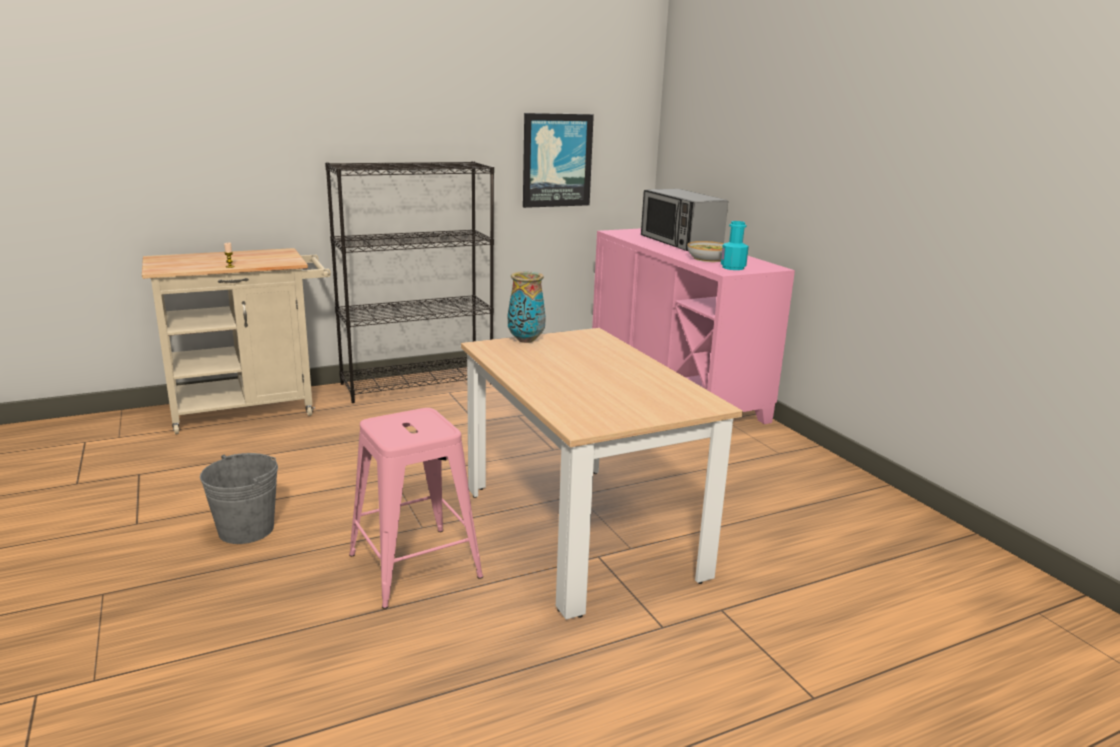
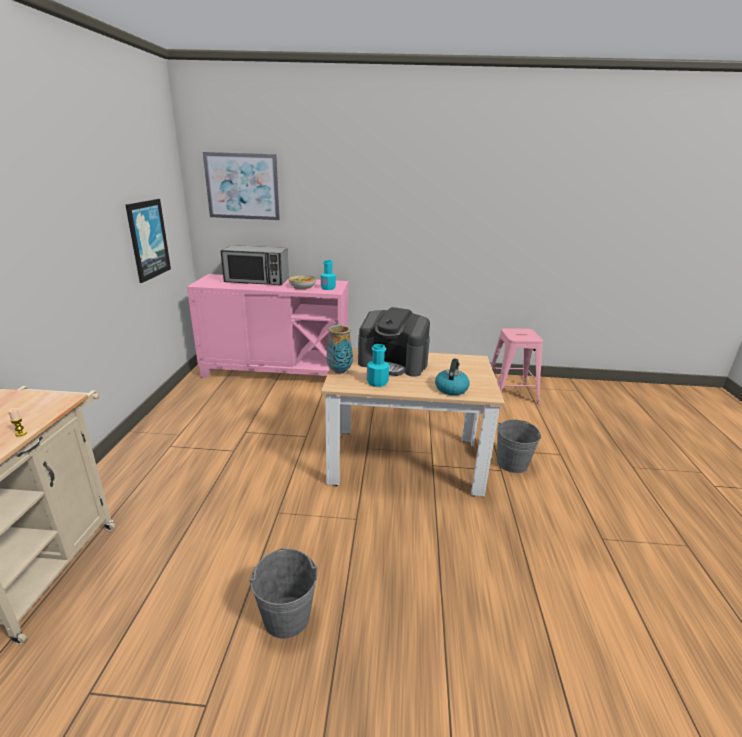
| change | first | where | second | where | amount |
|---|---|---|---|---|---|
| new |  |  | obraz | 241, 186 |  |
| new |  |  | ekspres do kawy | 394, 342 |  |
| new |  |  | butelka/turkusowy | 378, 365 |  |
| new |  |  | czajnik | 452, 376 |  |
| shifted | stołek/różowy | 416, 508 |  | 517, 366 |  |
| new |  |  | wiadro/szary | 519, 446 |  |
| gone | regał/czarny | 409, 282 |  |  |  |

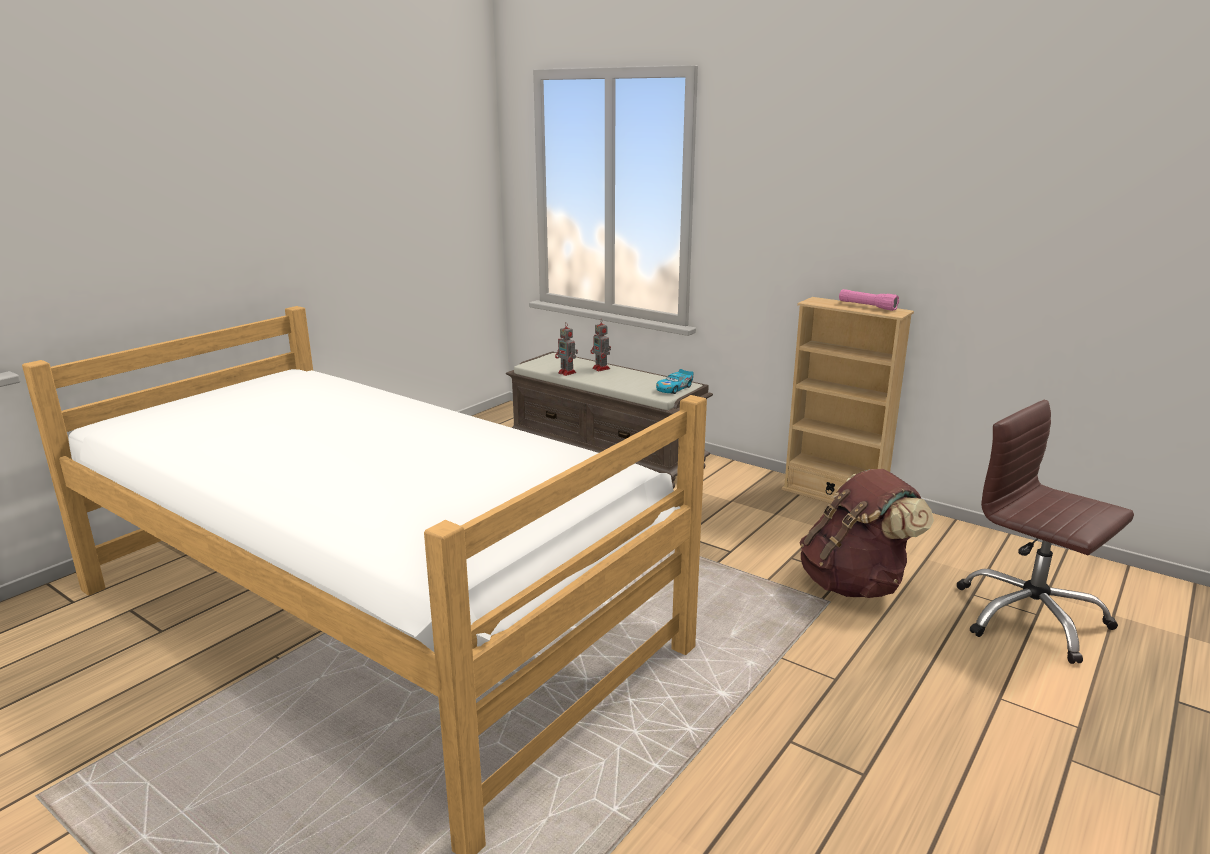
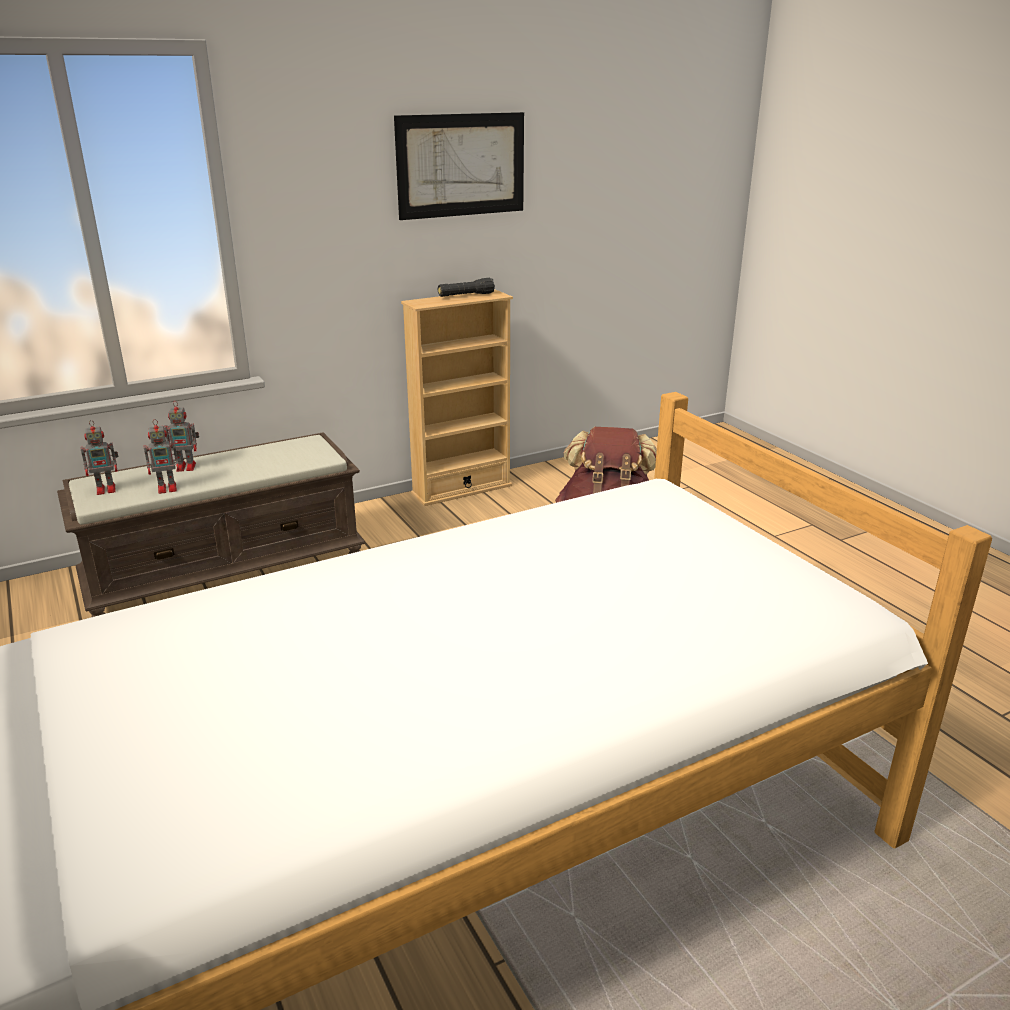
| change | first | where | second | where | amount |
|---|---|---|---|---|---|
| new |  |  | robot zabawkowy | 99, 457 |  |
| new |  |  | obraz | 459, 166 |  |
| repainted | latarka/różowy | 869, 300 | latarka/czarny | 466, 287 |  |
| gone | samochodzik | 675, 381 |  |  |  |
| gone | krzesło biurowe/brązowy | 1045, 532 |  |  |  |

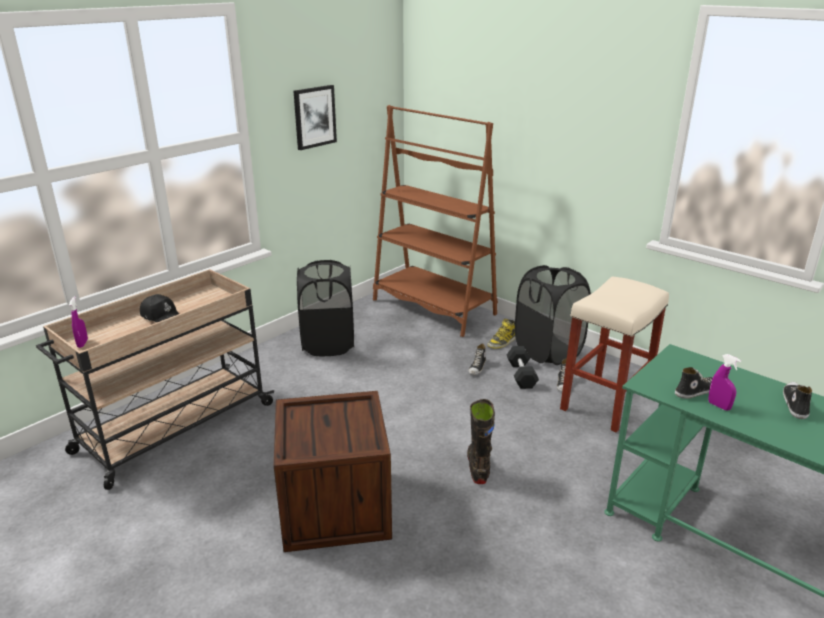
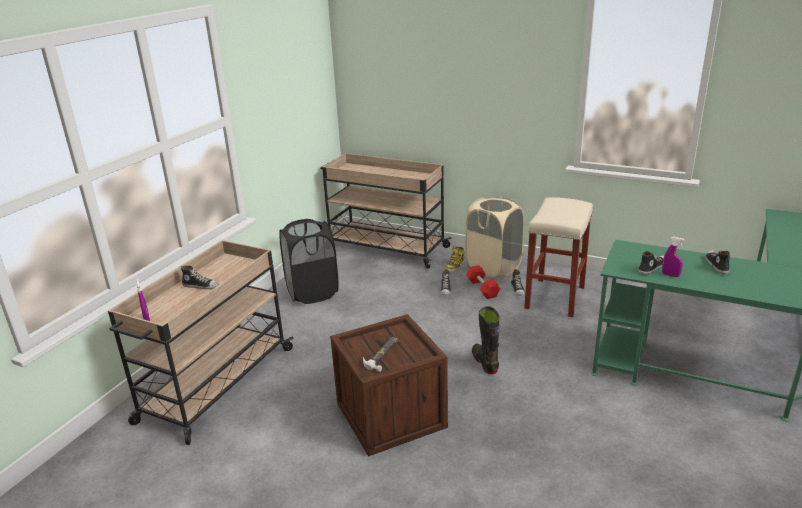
| change | first | where | second | where | amount |
|---|---|---|---|---|---|
| swapped | czapka z daszkiem/czarny | 159, 308 | but | 200, 277 |  |
| swapped | regał/brązowy | 435, 221 | wózek/beżowy | 386, 211 |  |
| new |  |  | młotek | 380, 354 |  |
| repainted | kosz na pranie/czarny | 553, 315 | kosz na pranie/beżowy | 495, 237 |  |
| repainted | hantel/czarny | 523, 367 | hantel/czerwony | 483, 282 |  |
| gone | obraz | 315, 117 |  |  |  |

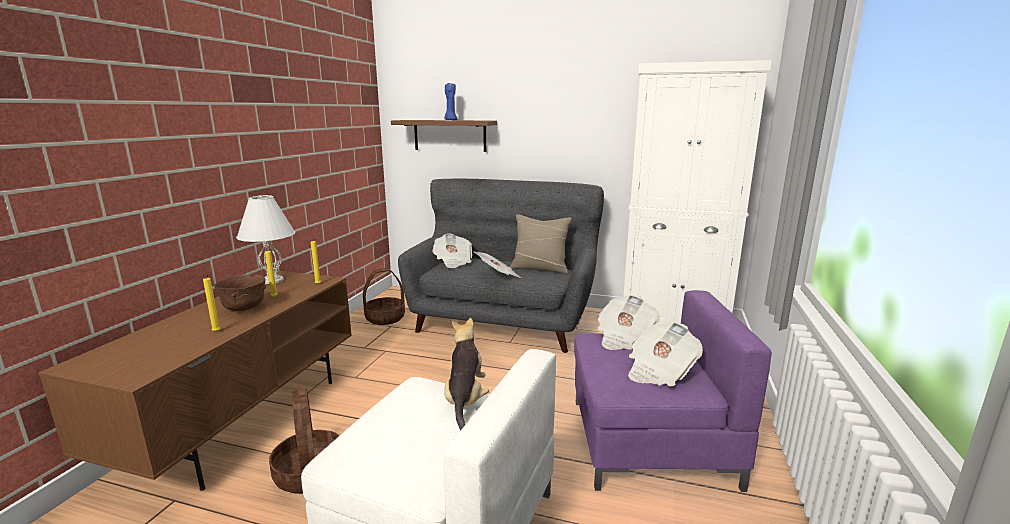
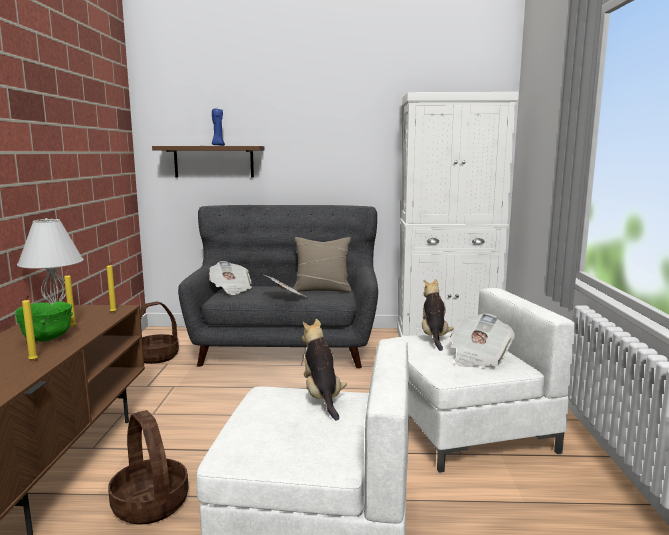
| change | first | where | second | where | amount |
|---|---|---|---|---|---|
| repainted | miska/brązowy | 240, 293 | miska/zielony | 44, 321 |  |
| repainted | fotel/fioletowy | 673, 391 | fotel/biały | 482, 380 |  |
| swapped | gazeta | 628, 322 | pluszak | 438, 315 |  |

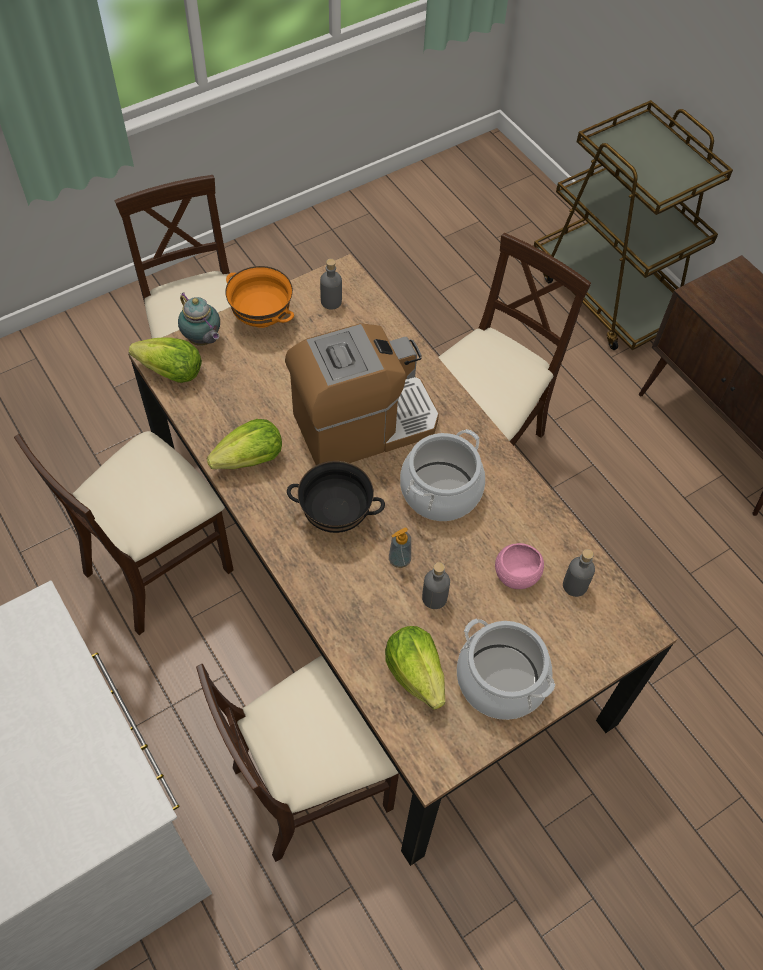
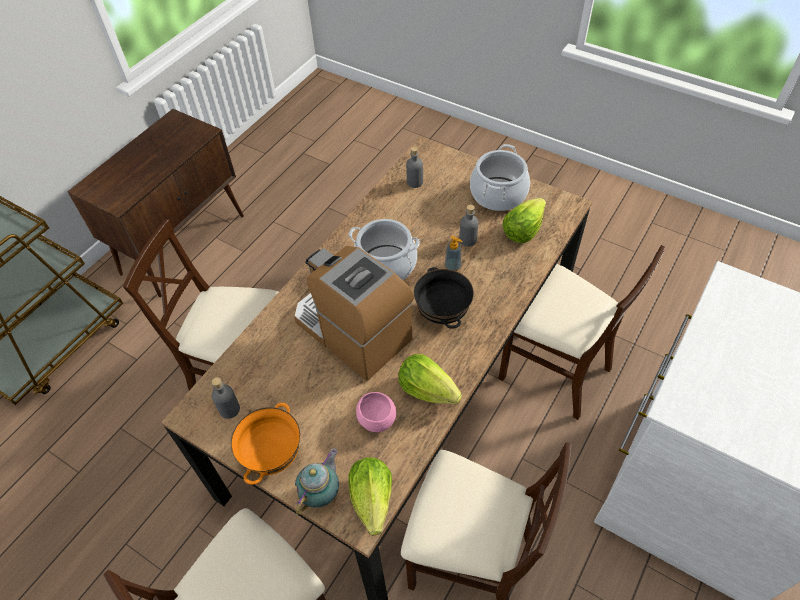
| change | first | where | second | where | amount |
|---|---|---|---|---|---|
| shifted | miska/różowy | 519, 566 |  | 376, 412 |  |

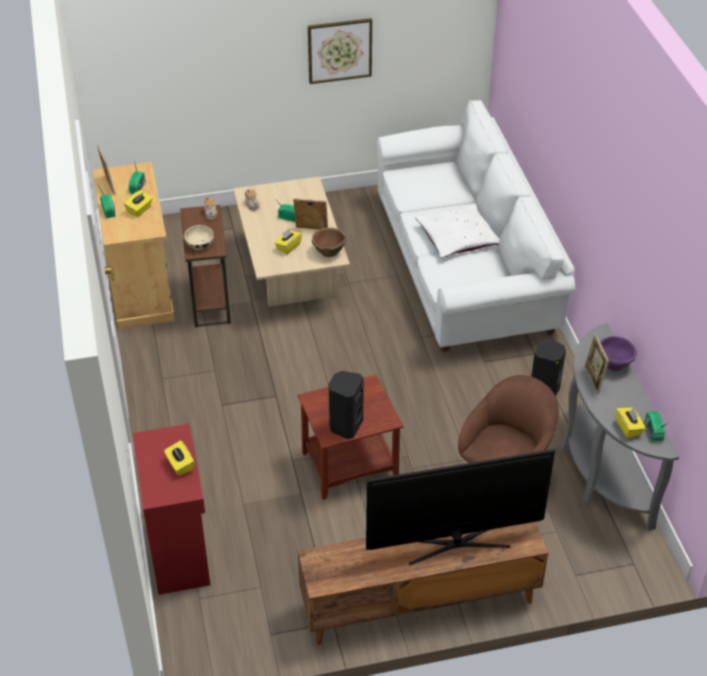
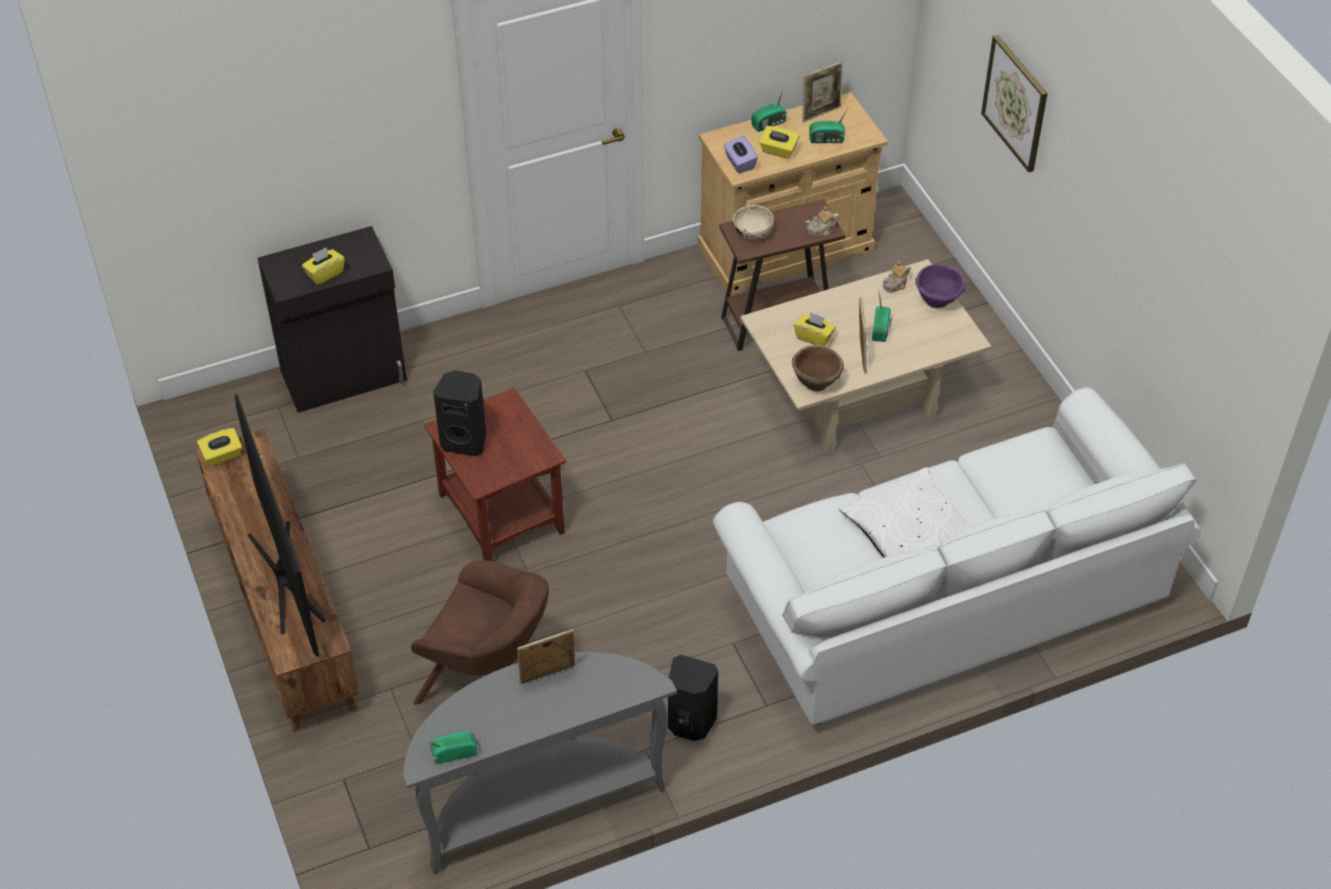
| change | first | where | second | where | amount |
|---|---|---|---|---|---|
| shifted | pudełko chusteczek/żółty | 630, 422 |  | 219, 447 |  |
| repainted | szafka/czerwony | 171, 509 | szafka/czarny | 332, 319 |  |
| new |  |  | pudełko chusteczek/fioletowy | 741, 154 |  |
| shifted | miska/fioletowy | 618, 354 |  | 940, 286 |  |
| shifted | obraz | 340, 51 |  | 1014, 103 |  |

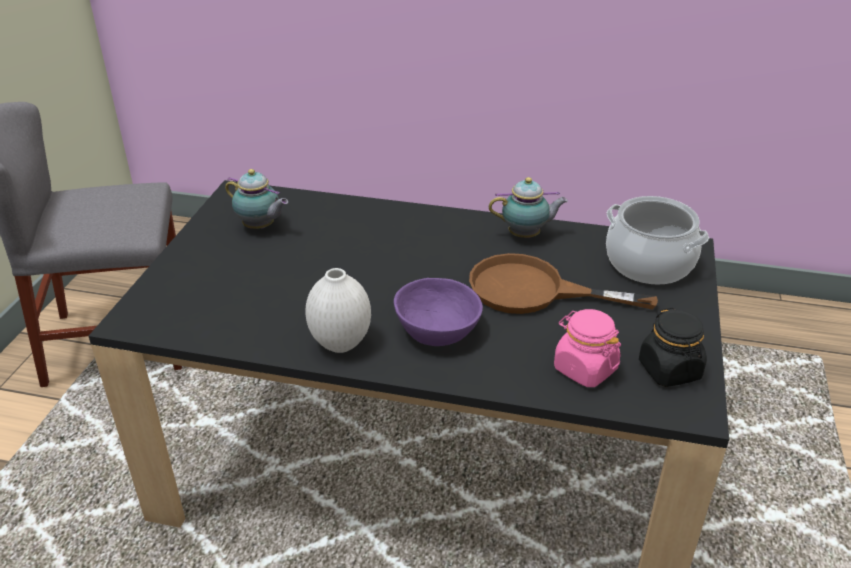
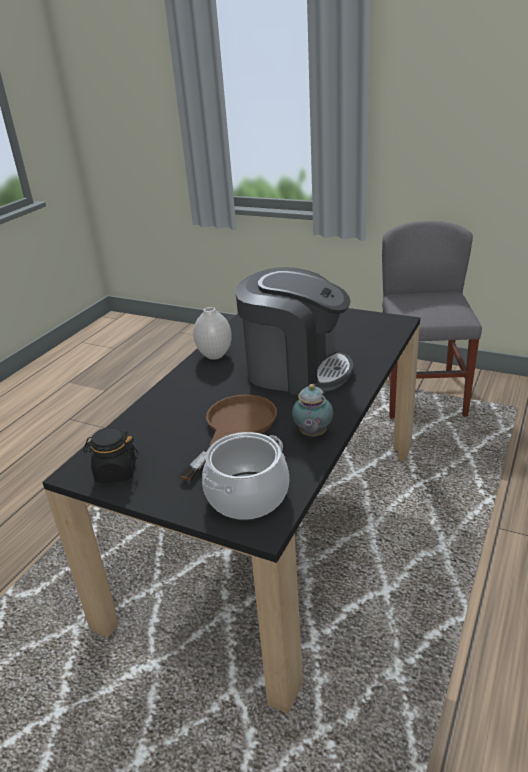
| change | first | where | second | where | amount |
|---|---|---|---|---|---|
| new |  |  | ekspres do kawy | 294, 331 |  |
| gone | imbryk | 256, 199 |  |  |  |
| gone | miska/fioletowy | 438, 312 |  |  |  |
| gone | słoik/różowy | 587, 348 |  |  |  |

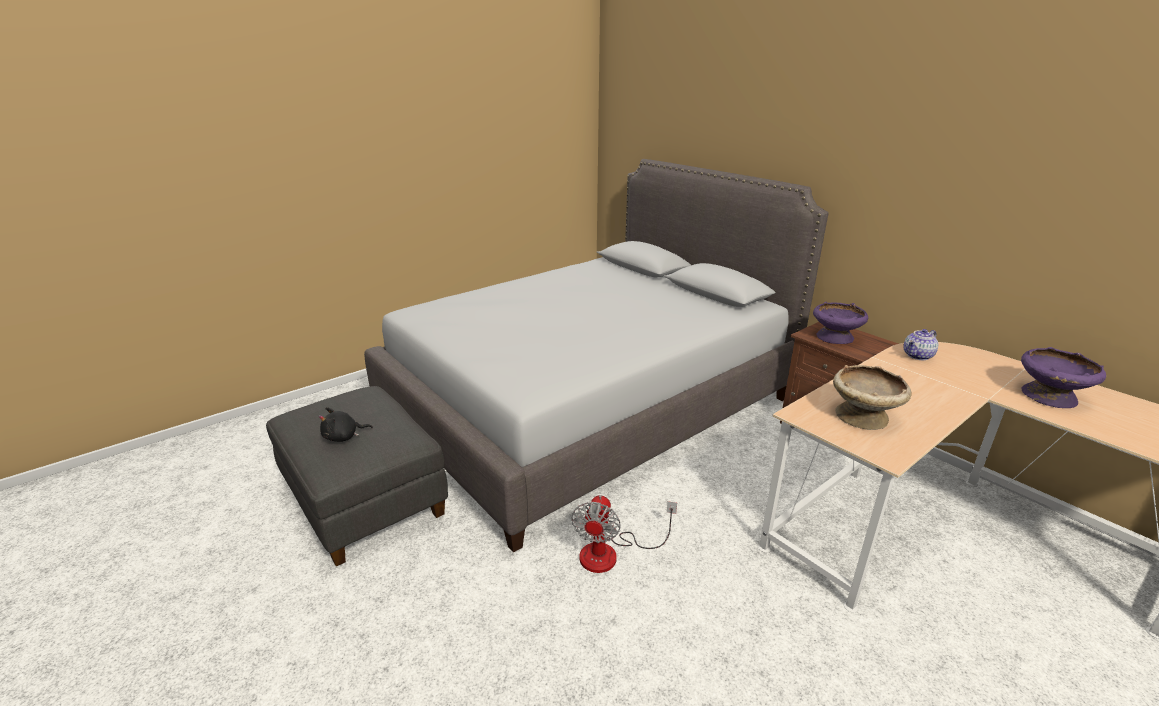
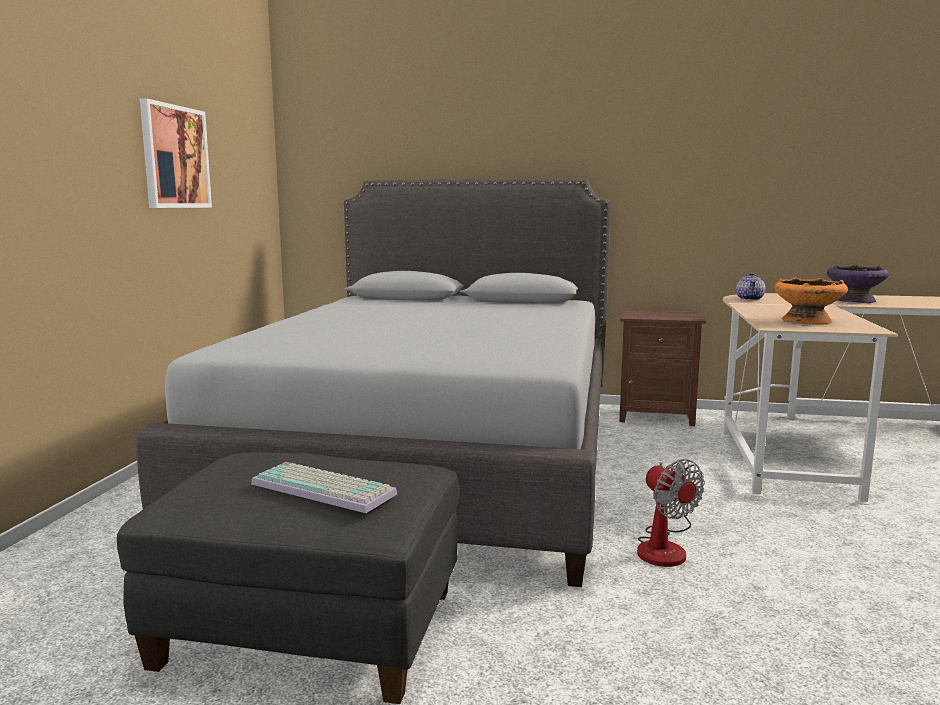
| change | first | where | second | where | amount |
|---|---|---|---|---|---|
| new |  |  | obraz | 176, 153 |  |
| swapped | pluszak/czarny | 346, 424 | klawiatura | 324, 487 |  |
| repainted | miska/beżowy | 872, 397 | miska/pomarańczowy | 811, 301 |  |
| gone | miska/fioletowy | 840, 323 |  |  |  |

